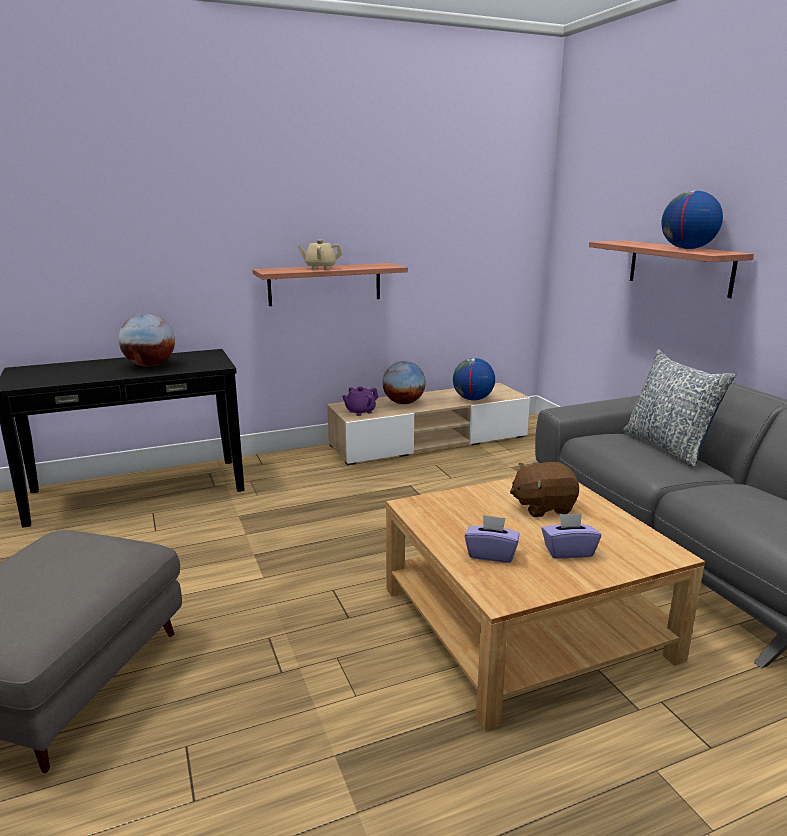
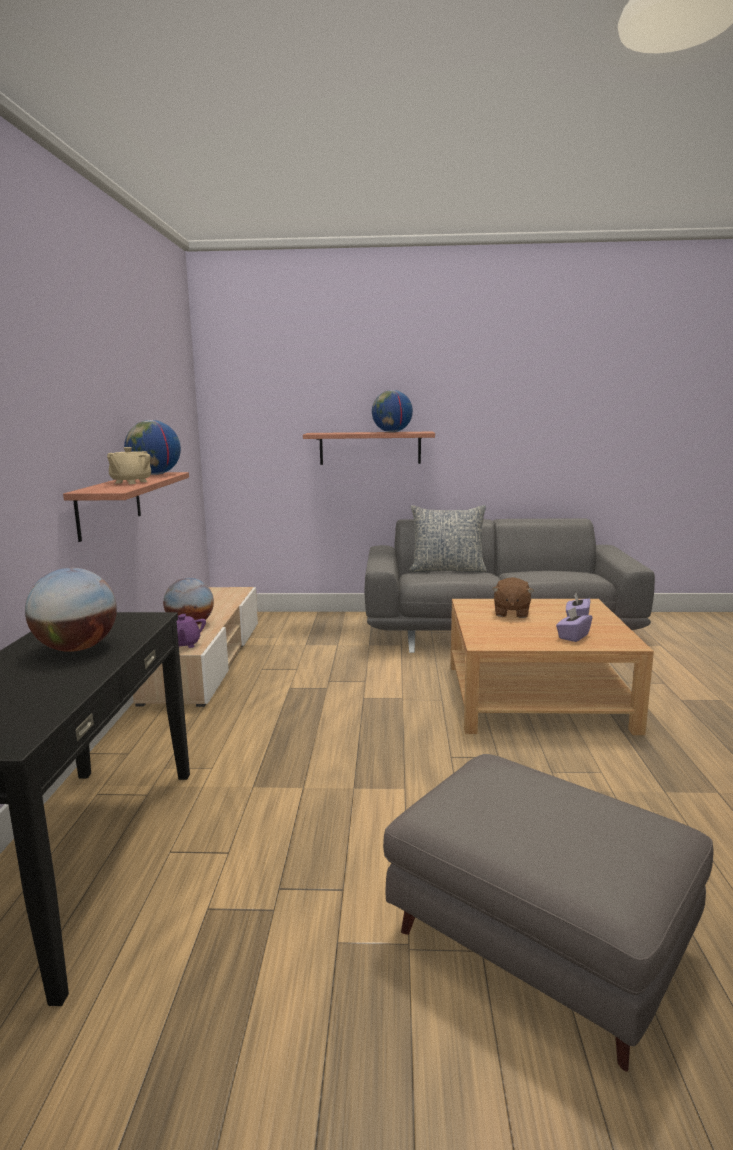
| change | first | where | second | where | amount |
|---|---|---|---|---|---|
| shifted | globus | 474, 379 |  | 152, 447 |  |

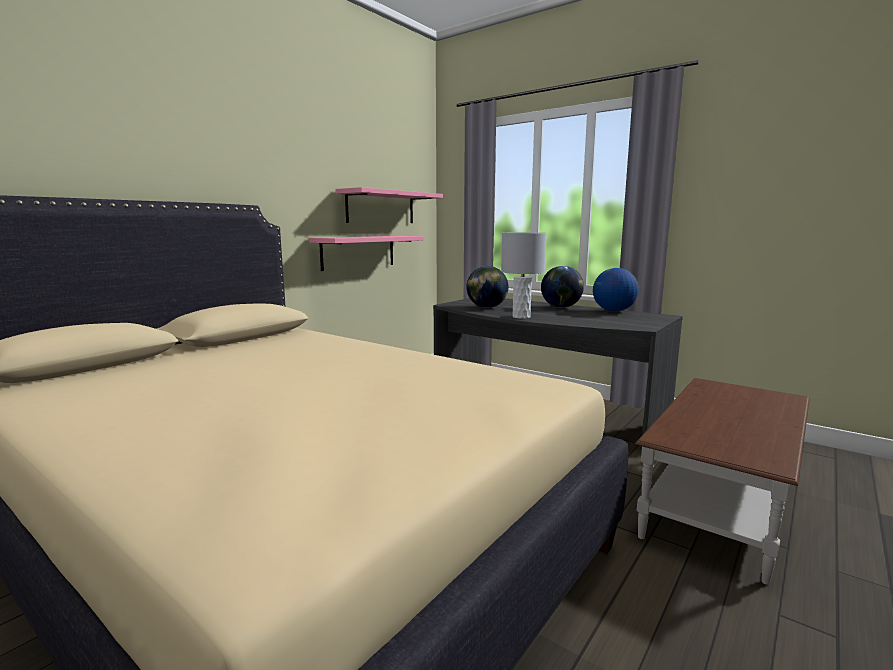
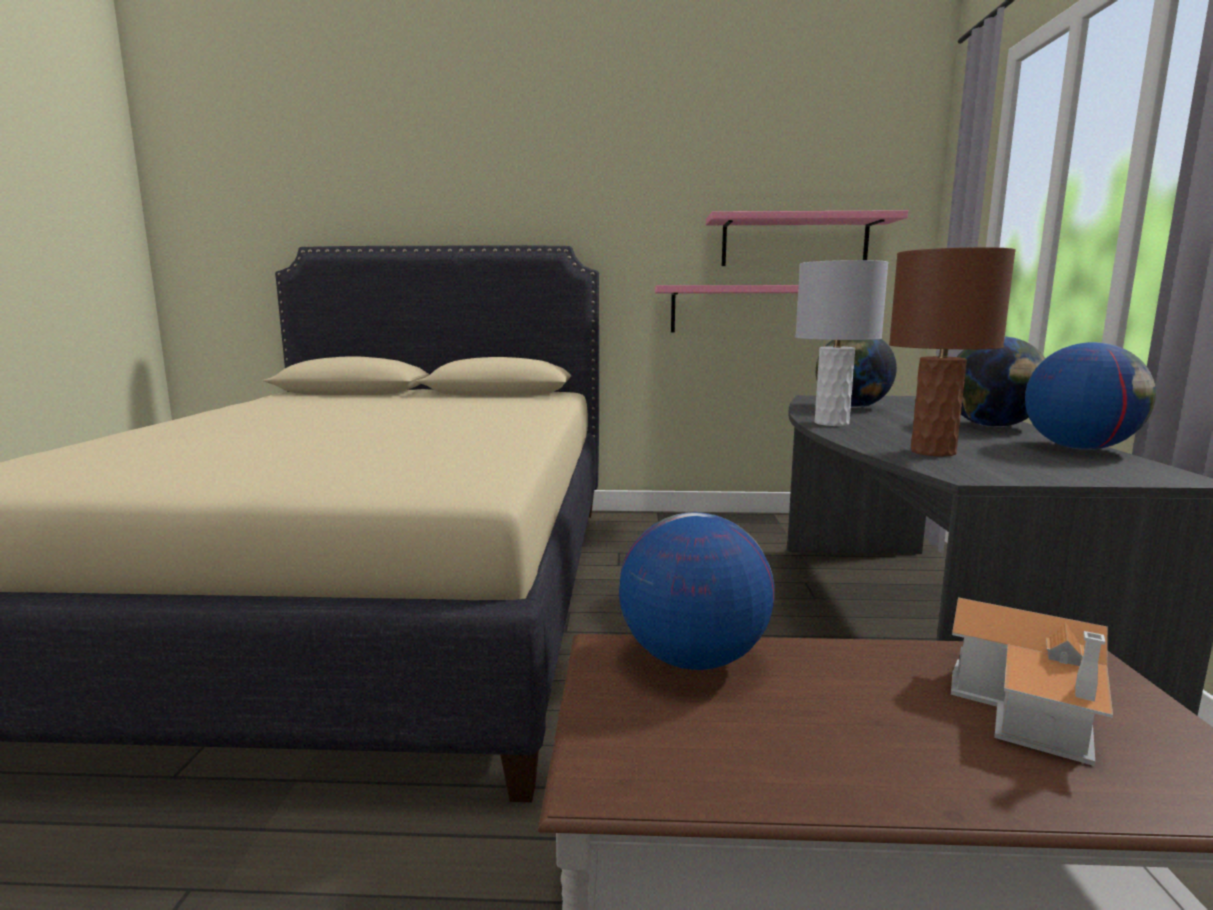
| change | first | where | second | where | amount |
|---|---|---|---|---|---|
| new |  |  | globus | 697, 591 |  |
| new |  |  | lampa stołowa/brązowy | 952, 352 |  |
| new |  |  | domek | 1032, 681 |  |

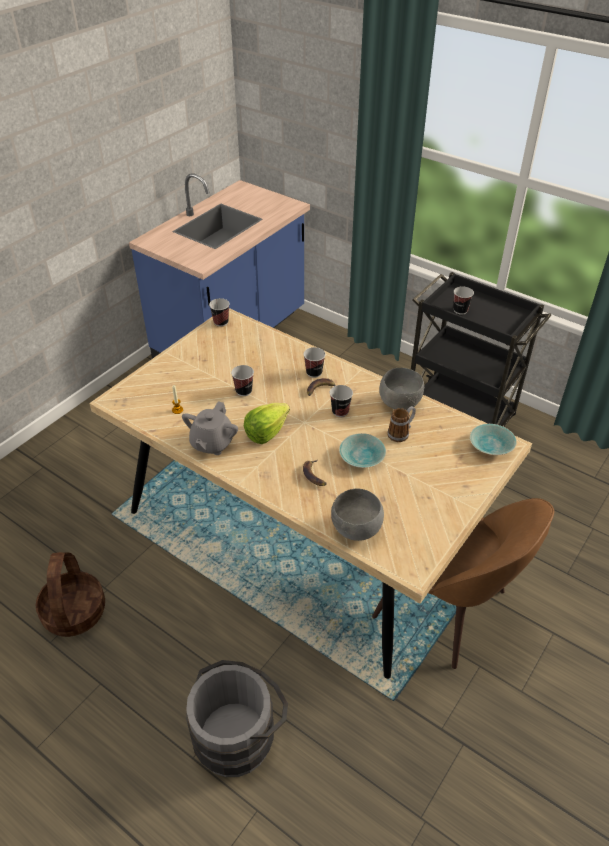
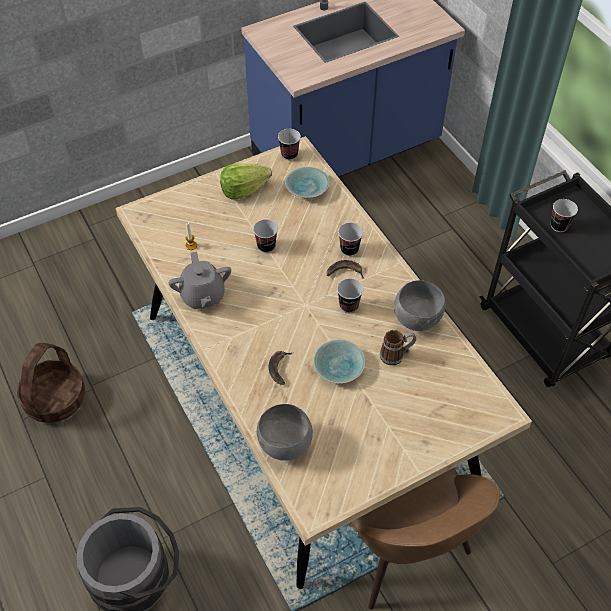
| change | first | where | second | where | amount |
|---|---|---|---|---|---|
| rotated | imbryk/szary | 210, 428 |  | 199, 280 | 60 degrees counterclockwise |
| shifted | sałata | 267, 423 |  | 246, 181 |  |
| shifted | miska/turkusowy | 493, 439 |  | 307, 182 |  |

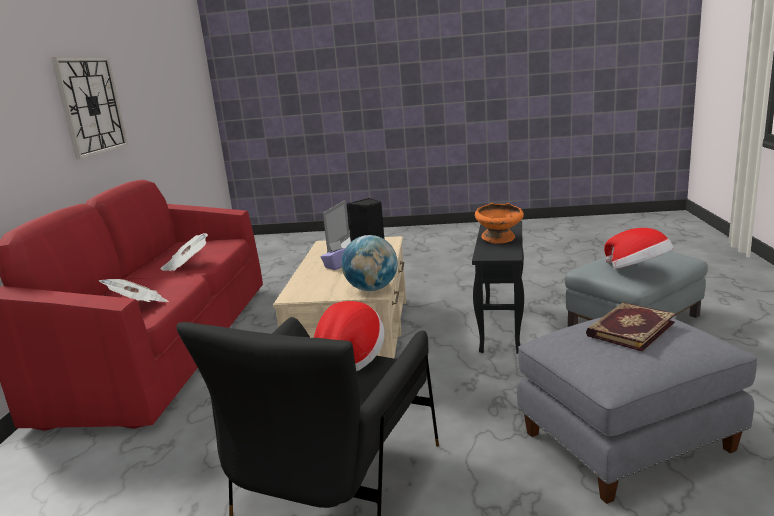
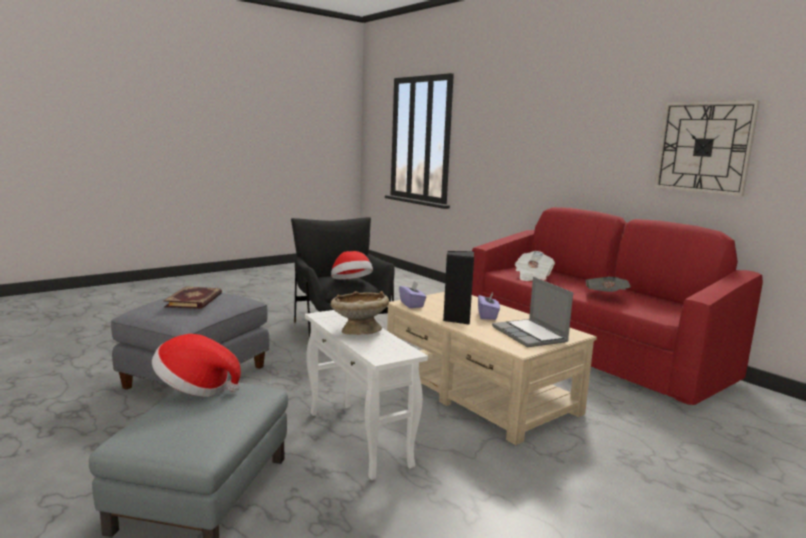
| change | first | where | second | where | amount |
|---|---|---|---|---|---|
| repainted | stolik/czarny | 498, 287 | stolik/biały | 366, 395 |  |
| repainted | miska/pomarańczowy | 499, 223 | miska/beżowy | 360, 313 |  |
| swapped | globus | 369, 263 | pudełko chusteczek/fioletowy | 413, 294 |  |

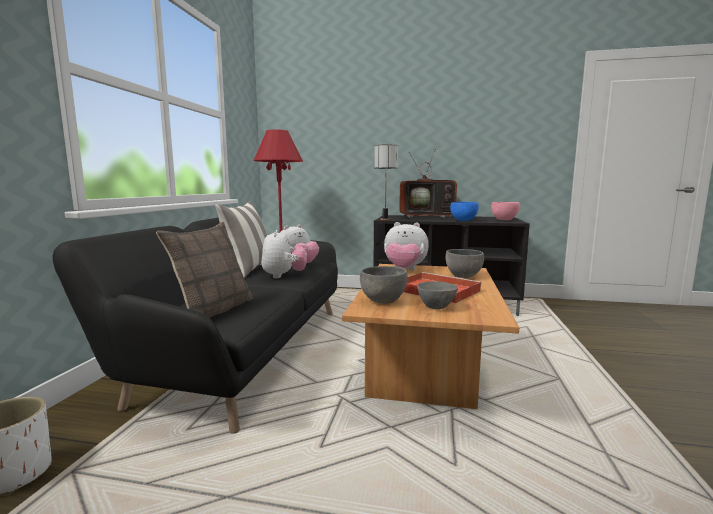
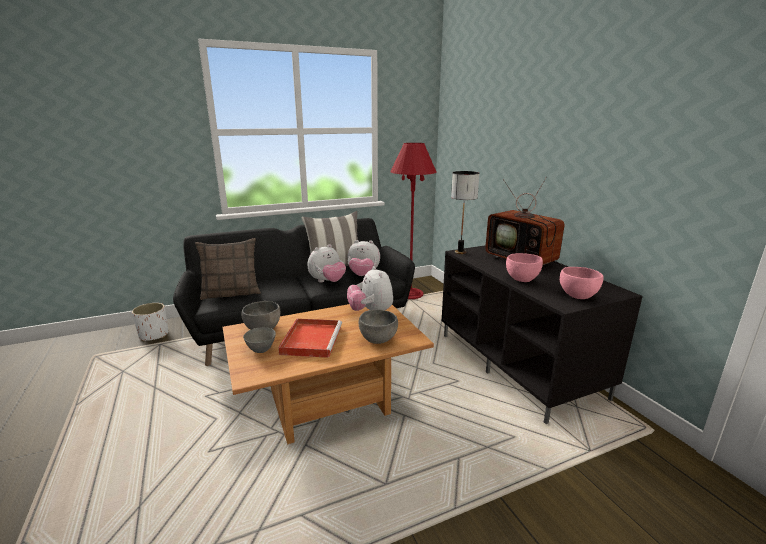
| change | first | where | second | where | amount |
|---|---|---|---|---|---|
| repainted | miska/niebieski | 464, 211 | miska/różowy | 524, 267 |  |

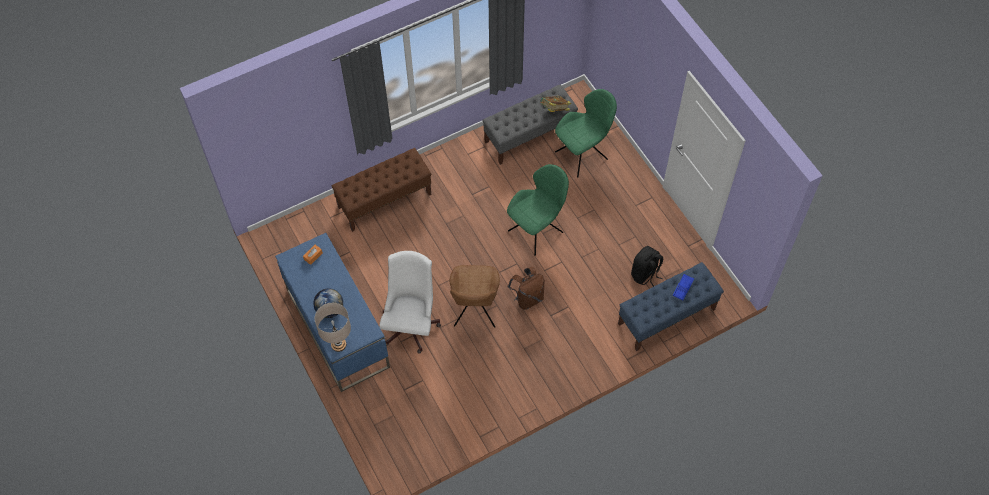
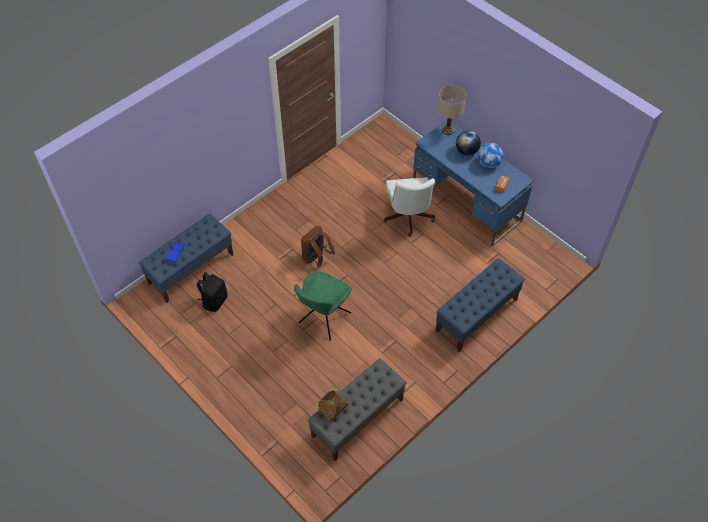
| change | first | where | second | where | amount |
|---|---|---|---|---|---|
| repainted | ławka/brązowy | 381, 190 | ławka/niebieski | 480, 305 |  |
| new |  |  | globus | 491, 155 |  |
| gone | krzesło/brązowy | 475, 296 |  |  |  |
| gone | krzesło/zielony | 586, 133 |  |  |  |

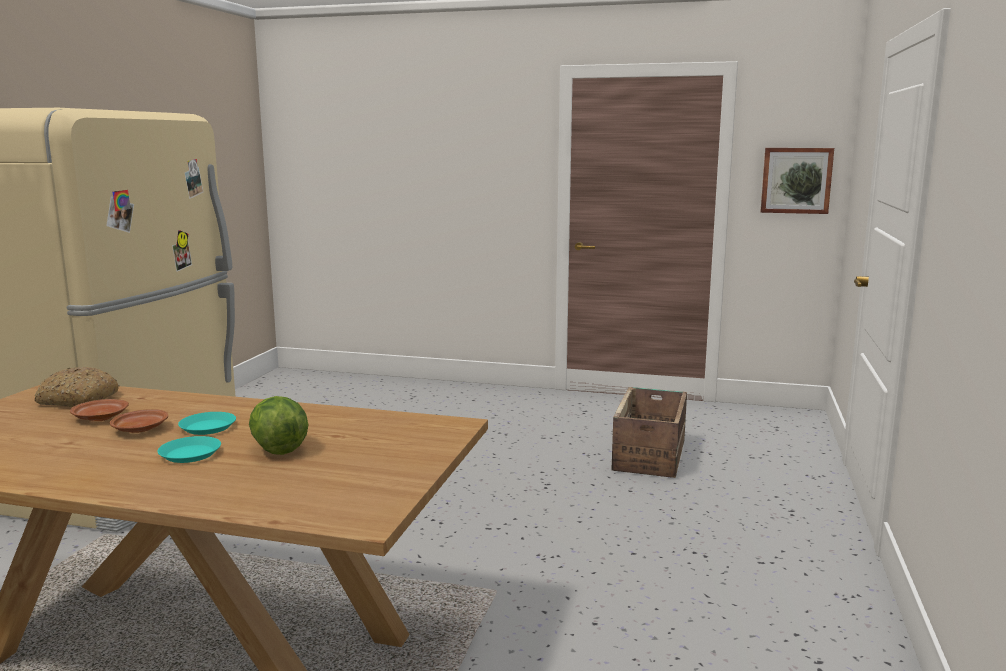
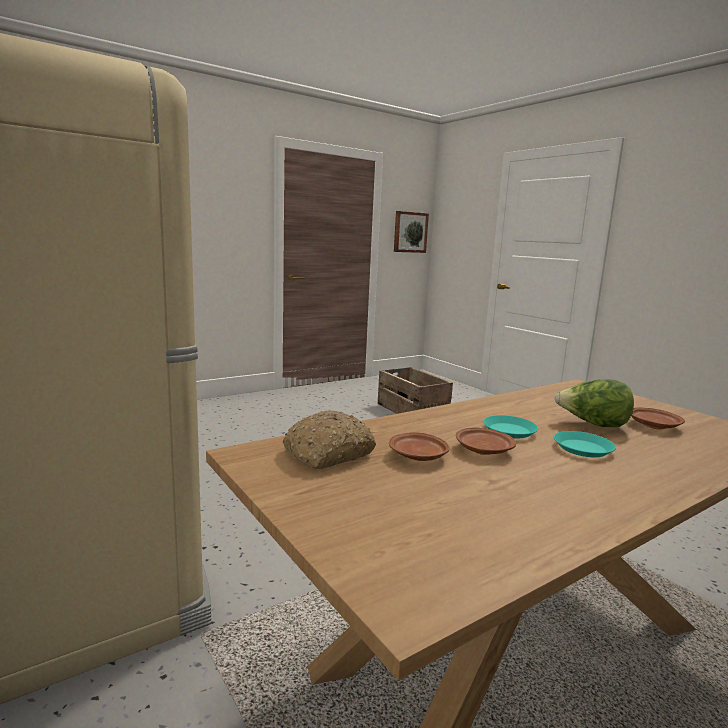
| change | first | where | second | where | amount |
|---|---|---|---|---|---|
| new |  |  | talerz/brązowy | 658, 418 |  |

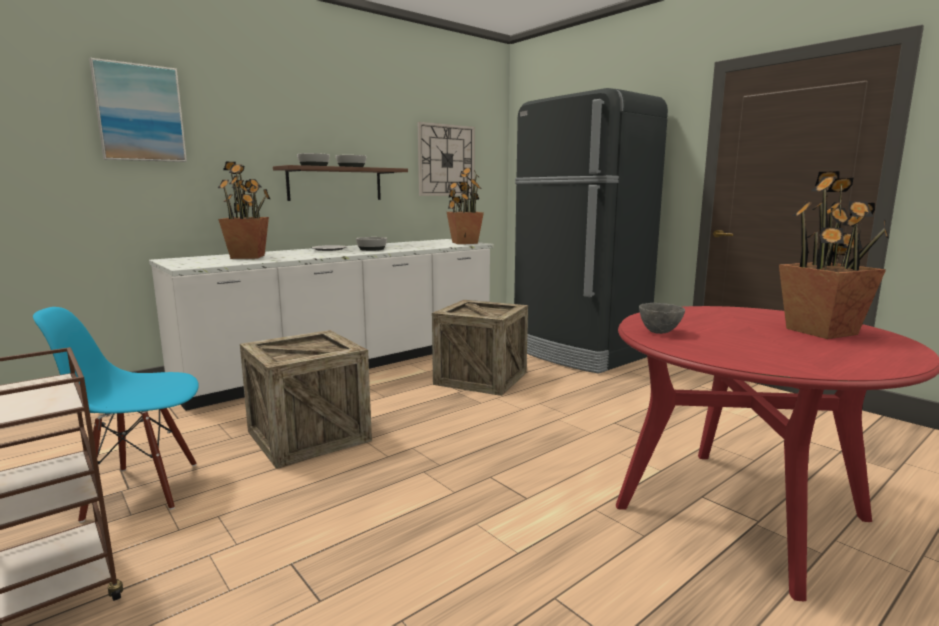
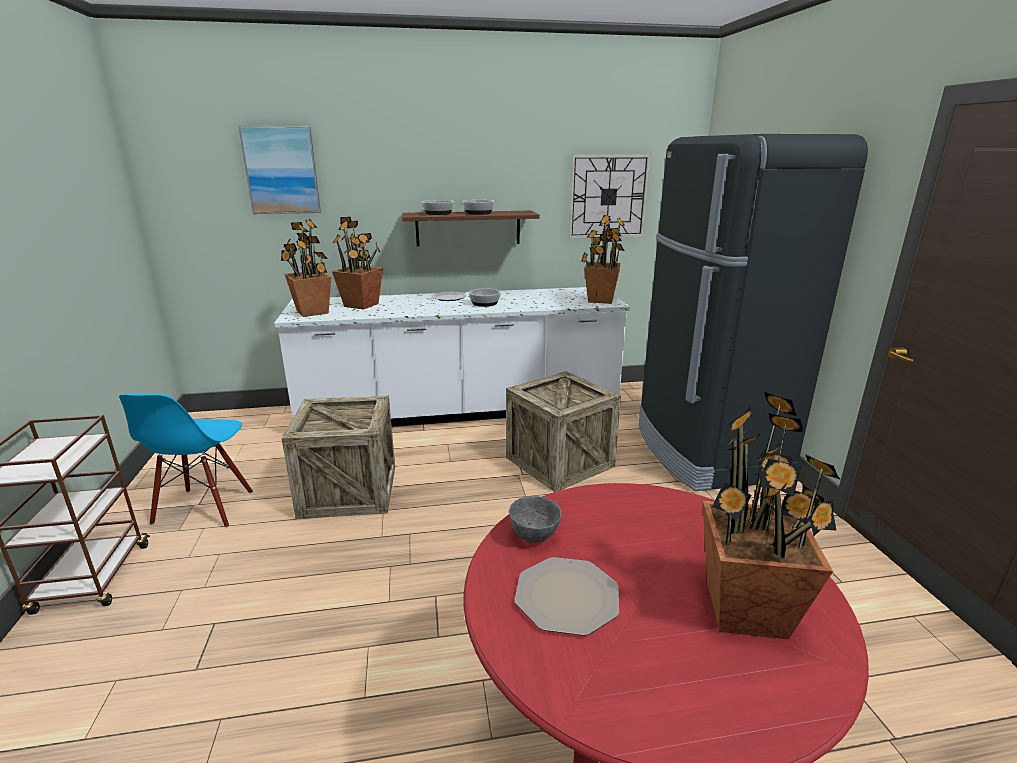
| change | first | where | second | where | amount |
|---|---|---|---|---|---|
| rotated | krzesło/niebieski | 116, 415 |  | 186, 460 | 105 degrees counterclockwise |
| new |  |  | roślina doniczkowa | 306, 268 |  |
| new |  |  | talerz | 567, 596 |  |

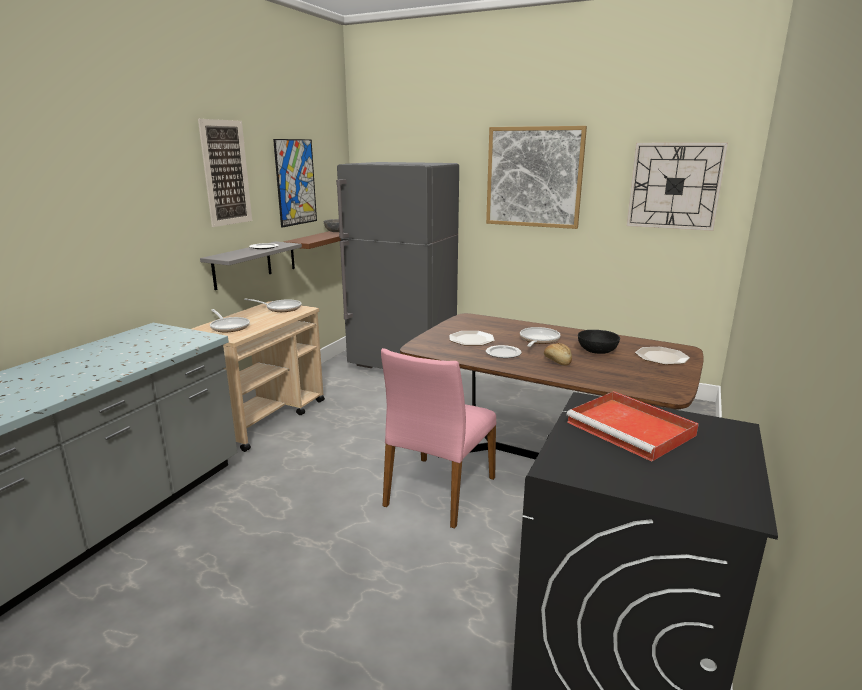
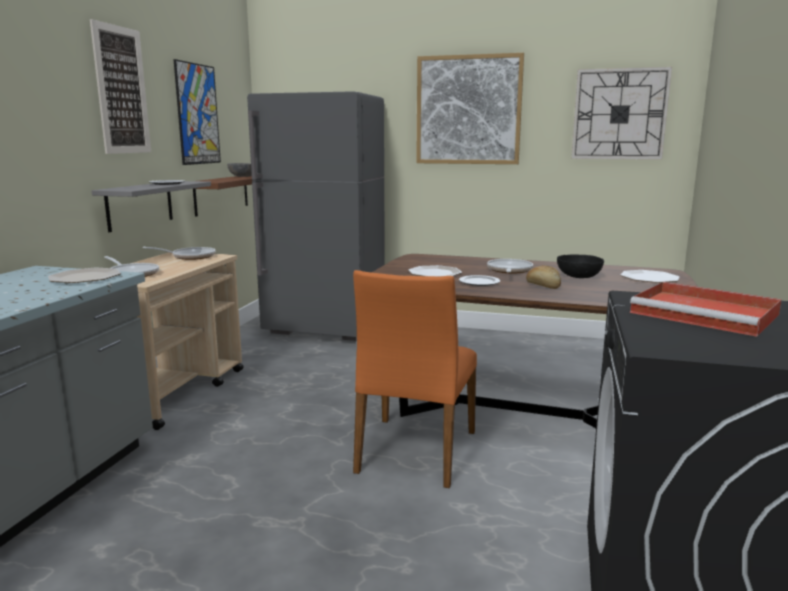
| change | first | where | second | where | amount |
|---|---|---|---|---|---|
| new |  |  | talerz | 84, 275 |  |
| repainted | krzesło/różowy | 438, 438 | krzesło/pomarańczowy | 415, 379 |  |

